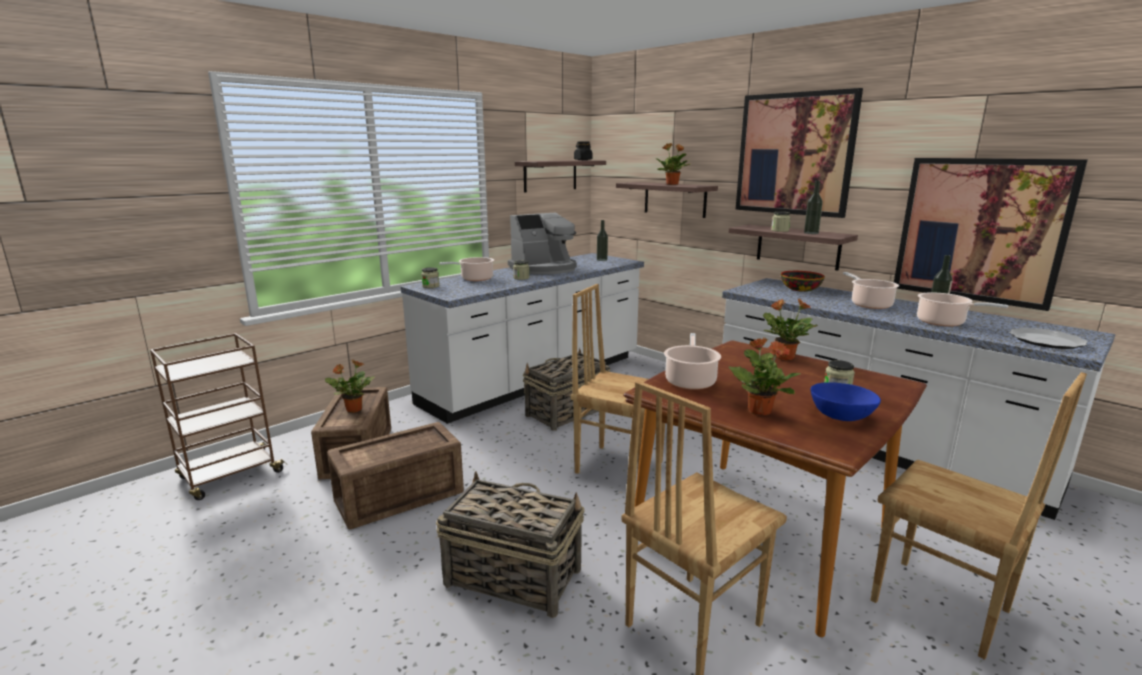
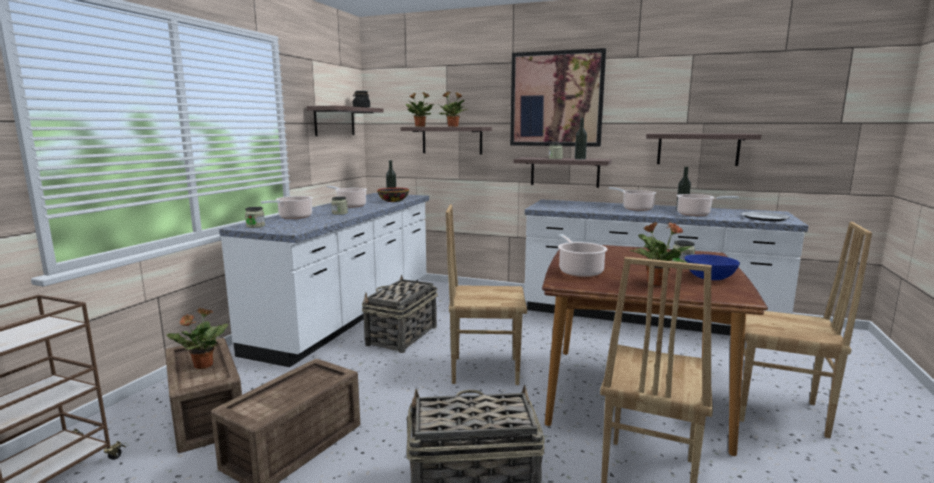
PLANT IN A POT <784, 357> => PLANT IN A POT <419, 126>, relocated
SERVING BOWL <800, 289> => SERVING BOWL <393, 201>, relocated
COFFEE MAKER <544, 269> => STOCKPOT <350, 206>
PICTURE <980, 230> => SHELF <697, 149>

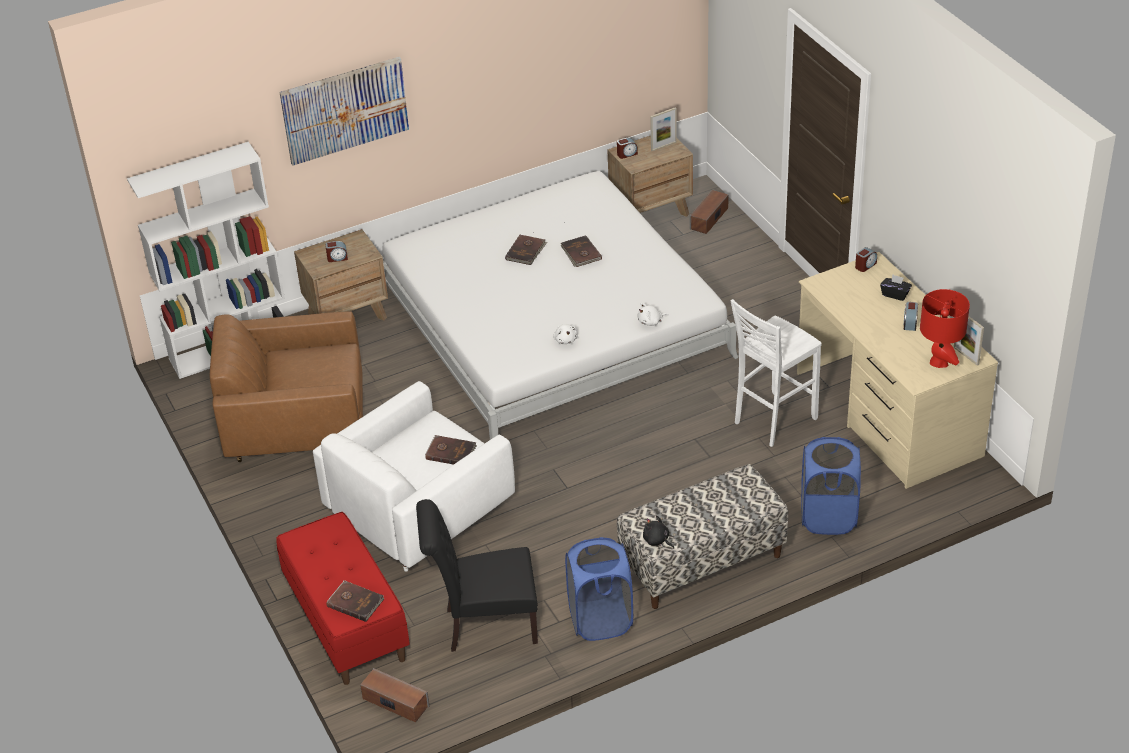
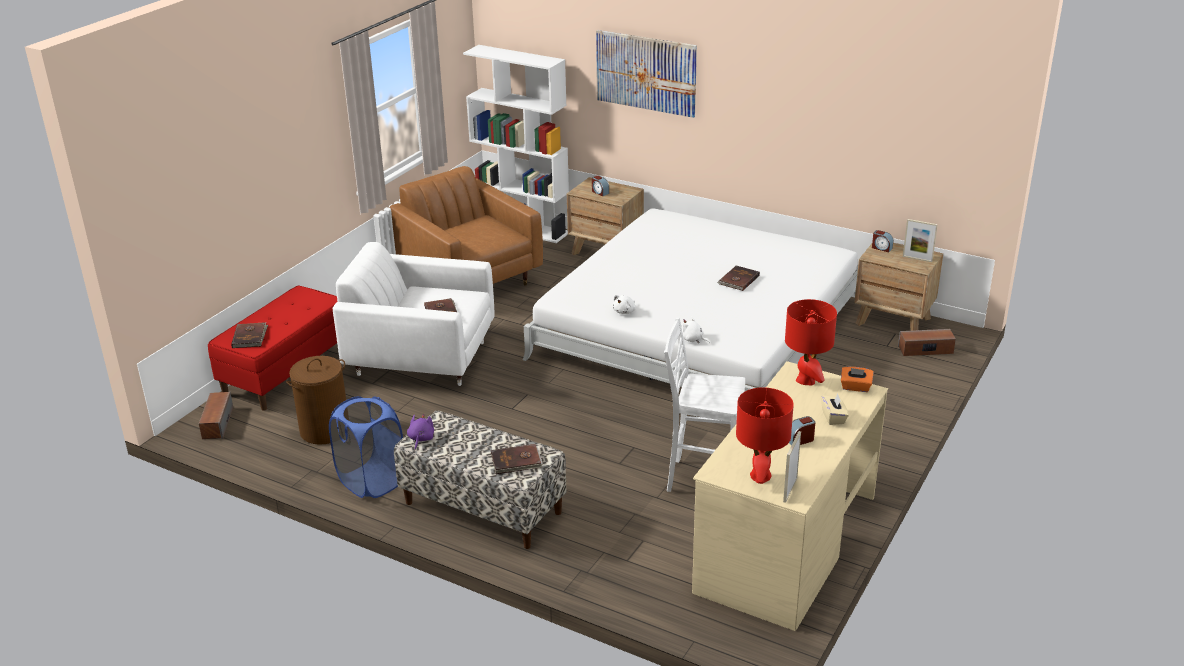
BLUISH HAMPER <828, 517> => nothing
nothing => RED-COLOURED TABLE LAMP <806, 380>
BROWN-COLOURED BOUND BOOK <526, 251> => BROWN-COLOURED BOUND BOOK <516, 461>, relocated
BLACKISH UPRIGHT CHAIR <484, 625> => BROWN-COLOURED HAMPER <325, 430>
ALARM CLOCK <865, 265> => ORANGEY BOX OF TISSUES <855, 387>
BLACKISH CUDDLY TOY <657, 541> => PURPLE CUDDLY TOY <420, 439>
BLACKISH BOX OF TISSUES <895, 294> => BEIGE-COLOURED BOX OF TISSUES <833, 417>

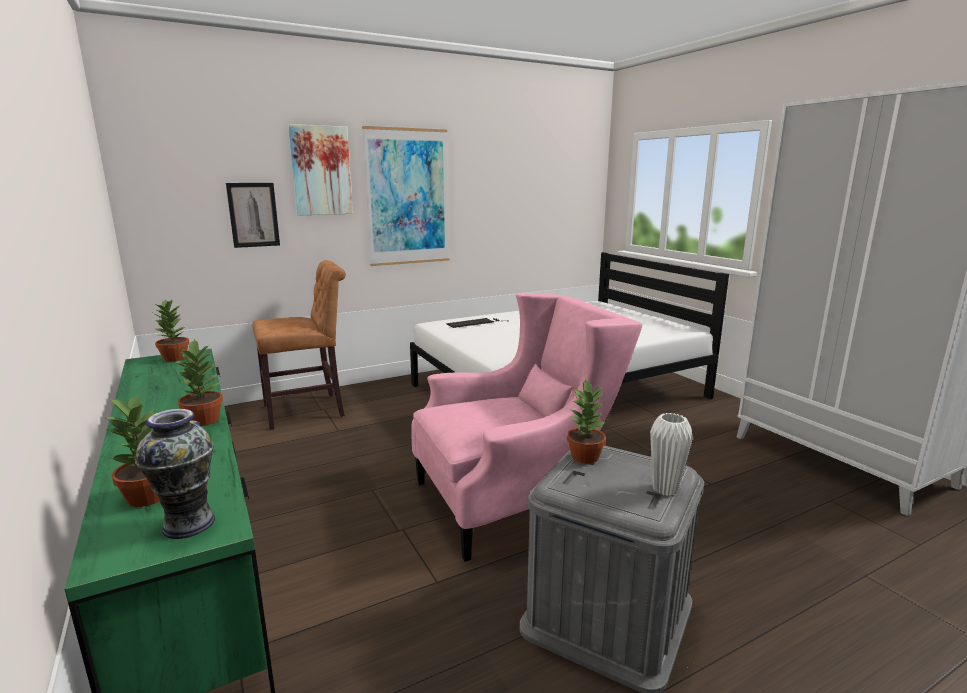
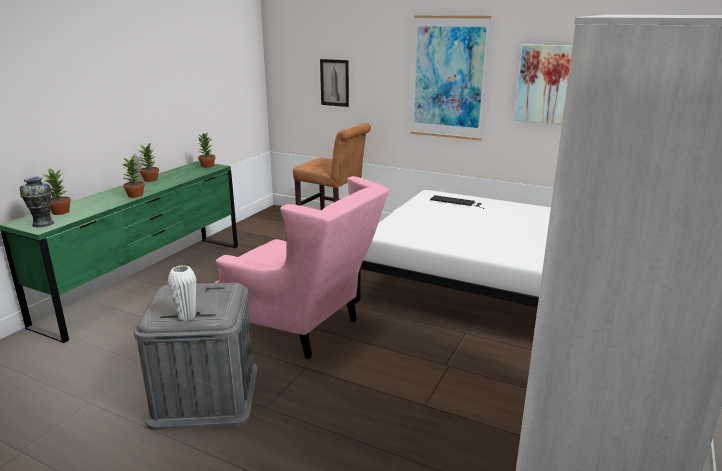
PICTURE <321, 171> => PICTURE <544, 84>, relocated
PLANT IN A POT <585, 456> => PLANT IN A POT <151, 180>, relocated

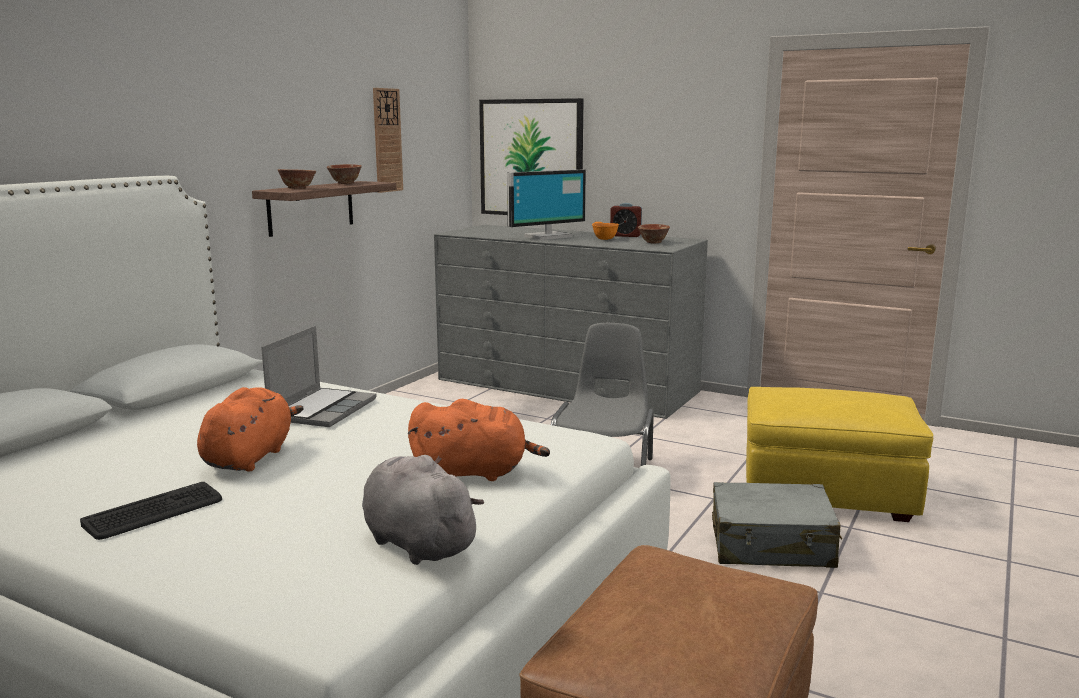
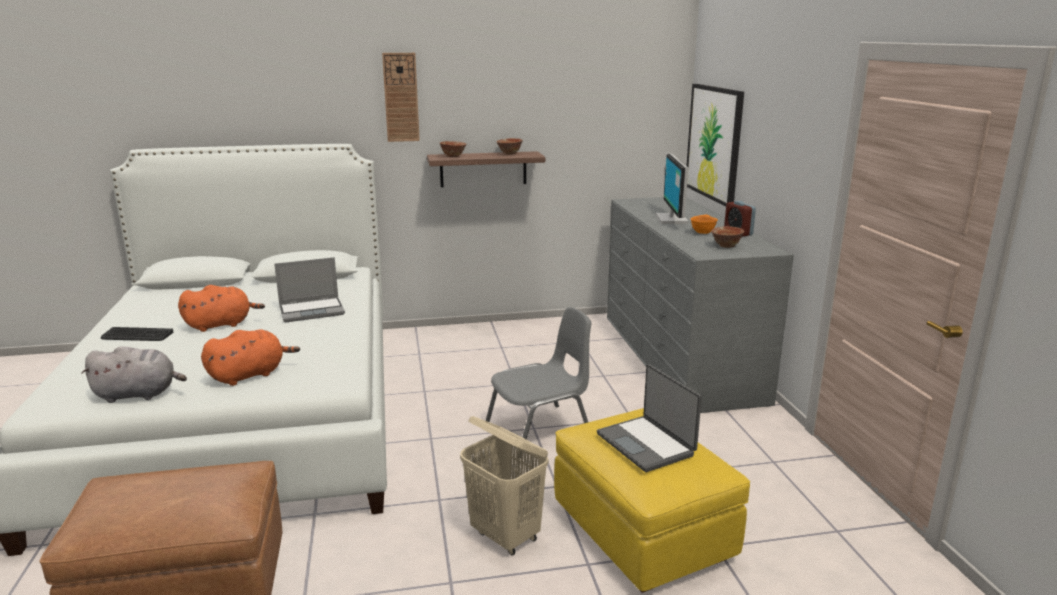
nothing => PORTABLE COMPUTER <647, 444>
HANGING CLOCK <387, 140> => HANGING CLOCK <401, 97>, relocated
GREY TRAVEL CASE <771, 545> => BEIGE-COLOURED HAMPER <506, 536>
GREY CUDDLY TOY <416, 543> => GREY CUDDLY TOY <139, 394>, 75 degrees clockwise
ORANGEY CUDDLY TOY <474, 473> => ORANGEY CUDDLY TOY <250, 375>, 90 degrees counterclockwise
COMPUTER SCREEN <547, 236> => COMPUTER SCREEN <673, 219>, 75 degrees clockwise

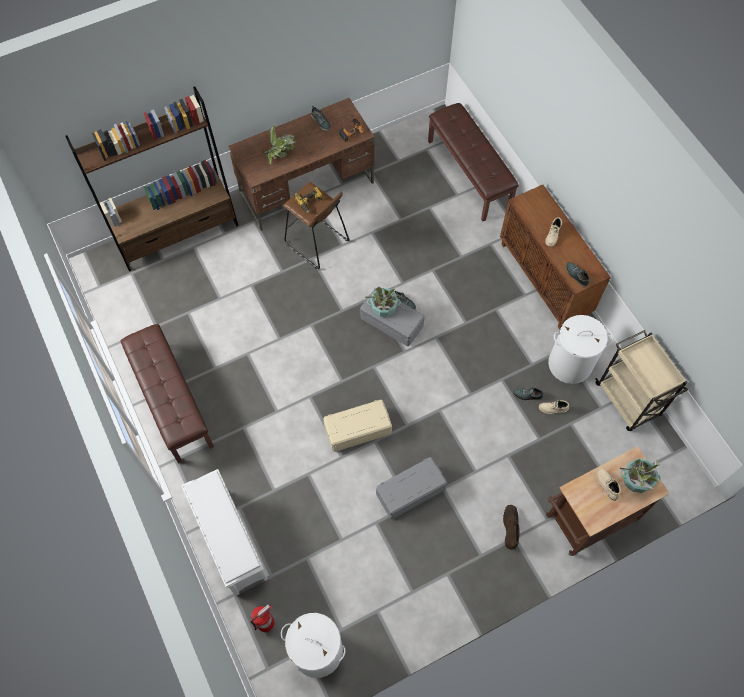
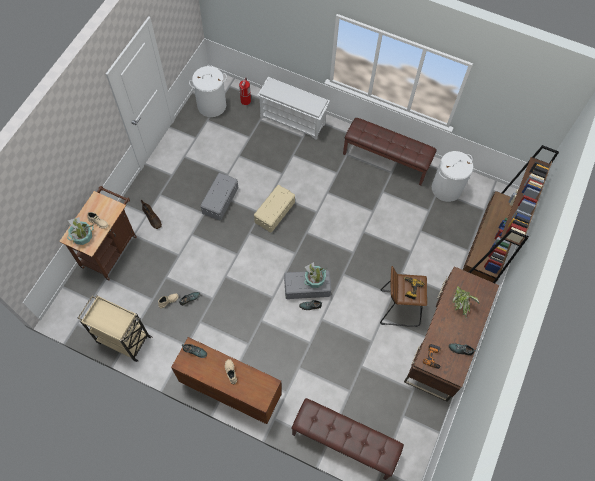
WHITE-COLOURED HAMPER <569, 364> => WHITE-COLOURED HAMPER <446, 188>, relocated

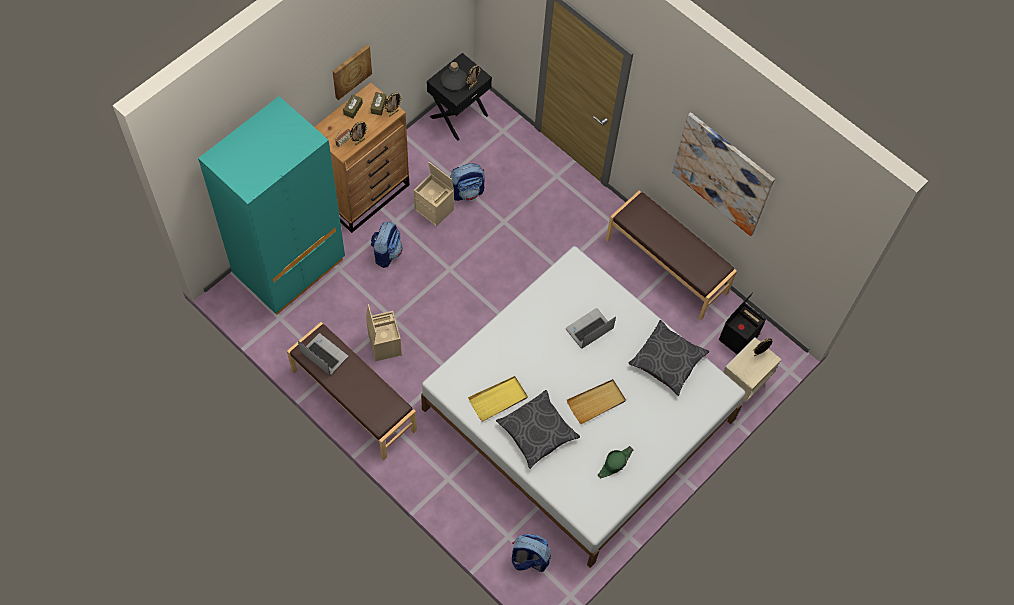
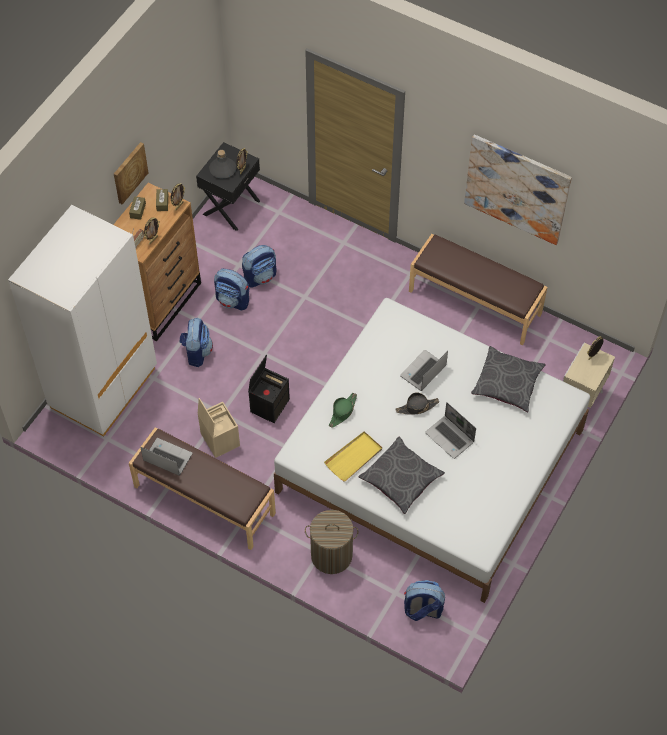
nothing => HAMPER <331, 555>
nothing => BLACKISH HAT <417, 407>
GREEN HAT <615, 463> => GREEN HAT <342, 412>, relocated
BLACKISH STORAGE BIN <738, 337> => BLACKISH STORAGE BIN <269, 404>, relocated
BEIGE-COLOURED STORAGE BIN <435, 209> => BACKPACK <233, 300>
BEIGE-COLOURED CARRYING TRAY <596, 402> => PORTABLE COMPUTER <450, 437>
TURQUOISE CLOTHES CUPBOARD <289, 268> => WHITE-COLOURED CLOTHES CUPBOARD <104, 389>

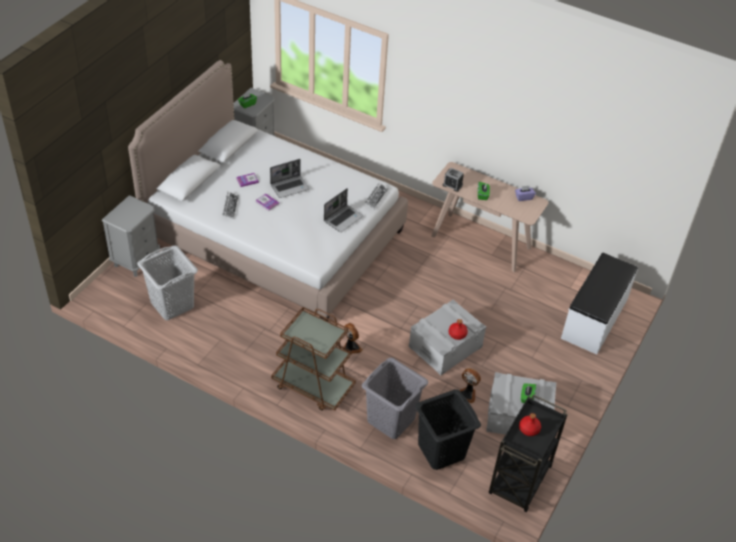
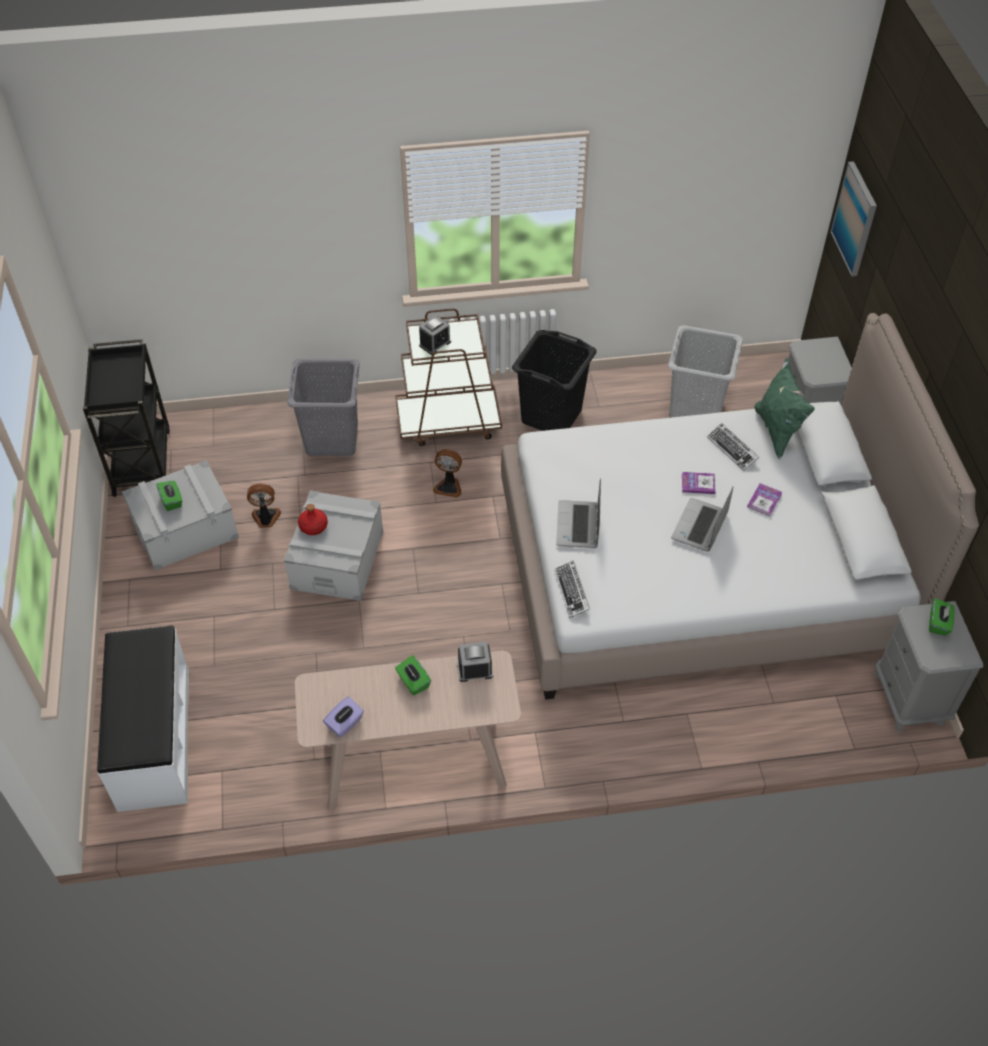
RED-COLOURED DRINK BOTTLE <529, 429> => nothing
nothing => ALARM CLOCK <435, 343>
nothing => GREEN PILLOW <777, 431>
nothing => PICTURE <855, 219>
BLACKISH HAMPER <441, 450> => BLACKISH HAMPER <552, 415>, relocated

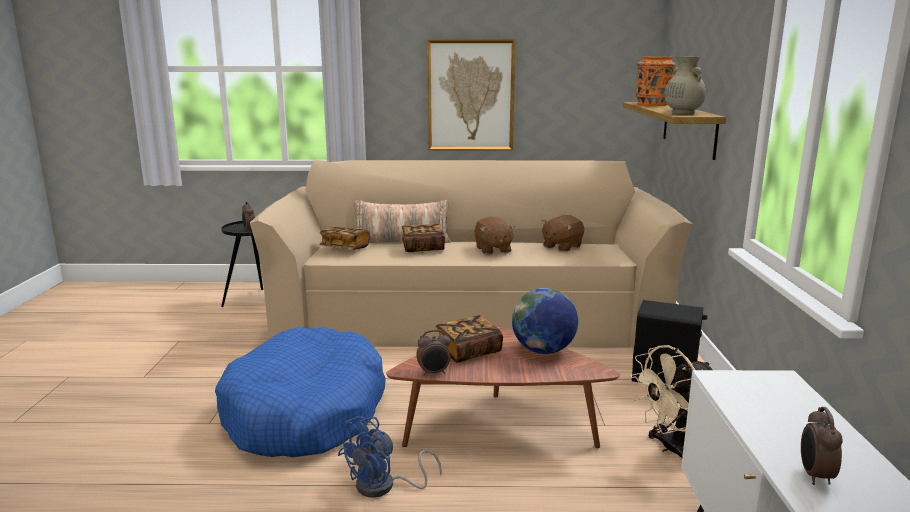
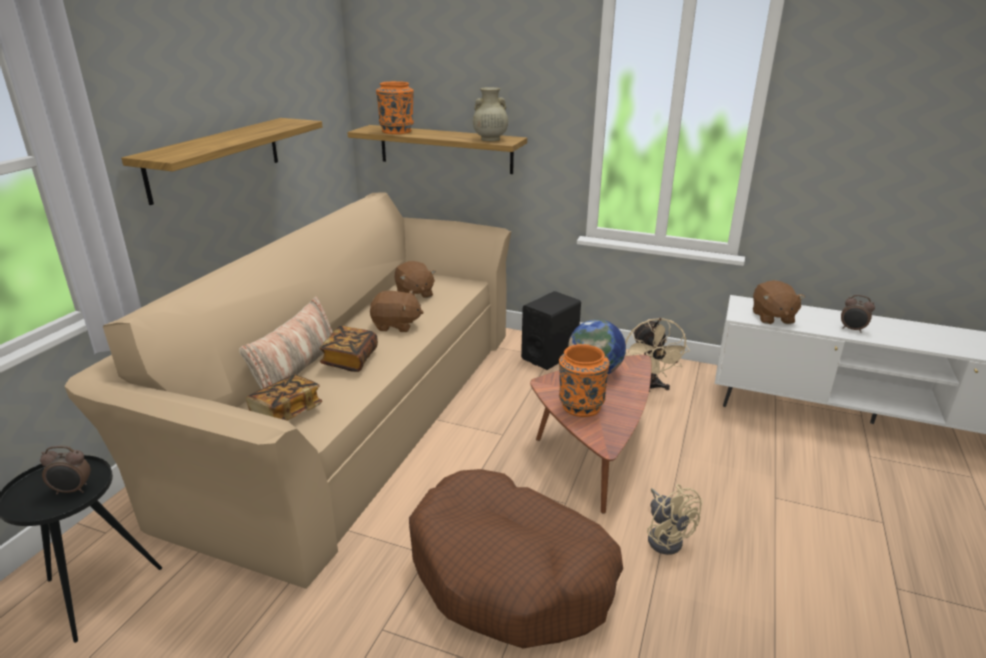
ALARM CLOCK <434, 373> => nothing
nothing => BROWN-COLOURED CUDDLY TOY <772, 317>
PICTURE <470, 95> => SHELF <216, 158>
BOUND BOOK <468, 351> => ORANGEY VASE <580, 406>
BLUISH DOG CUSHION <305, 412> => BROWN-COLOURED DOG CUSHION <511, 573>
BLUISH FAN <384, 487> => BEIGE-COLOURED FAN <665, 537>

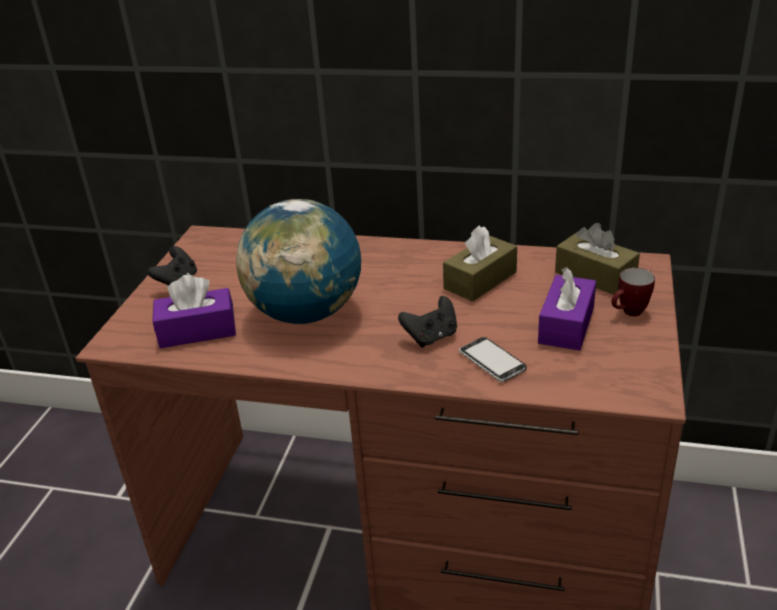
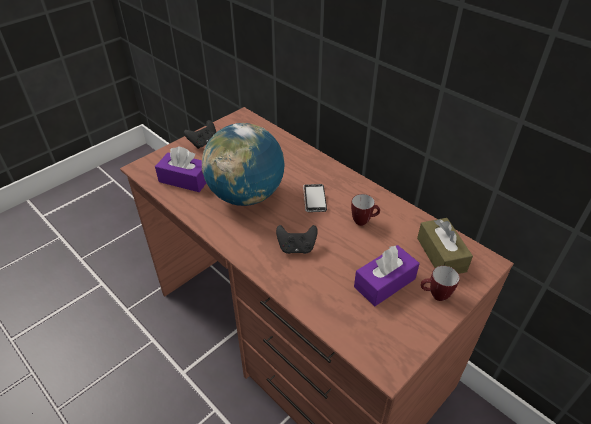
TELEPHONE <492, 361> => TELEPHONE <314, 199>, relocated
BROWN-COLOURED BOX OF TISSUES <480, 280> => TEA MUG <363, 221>

